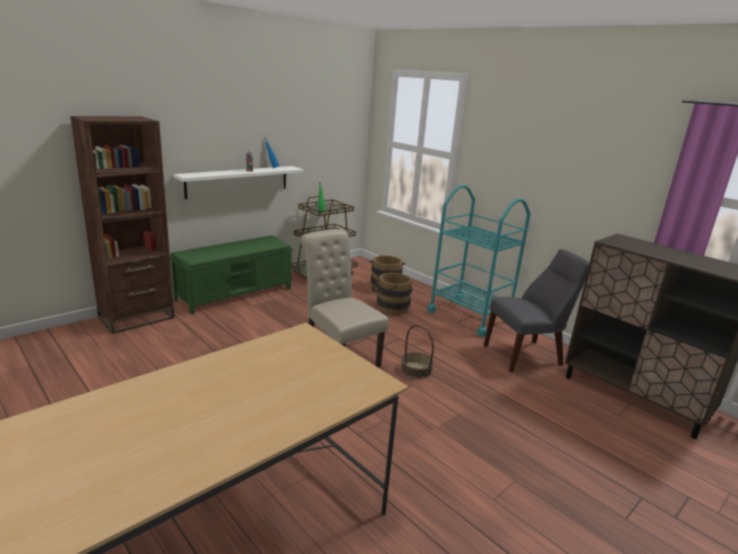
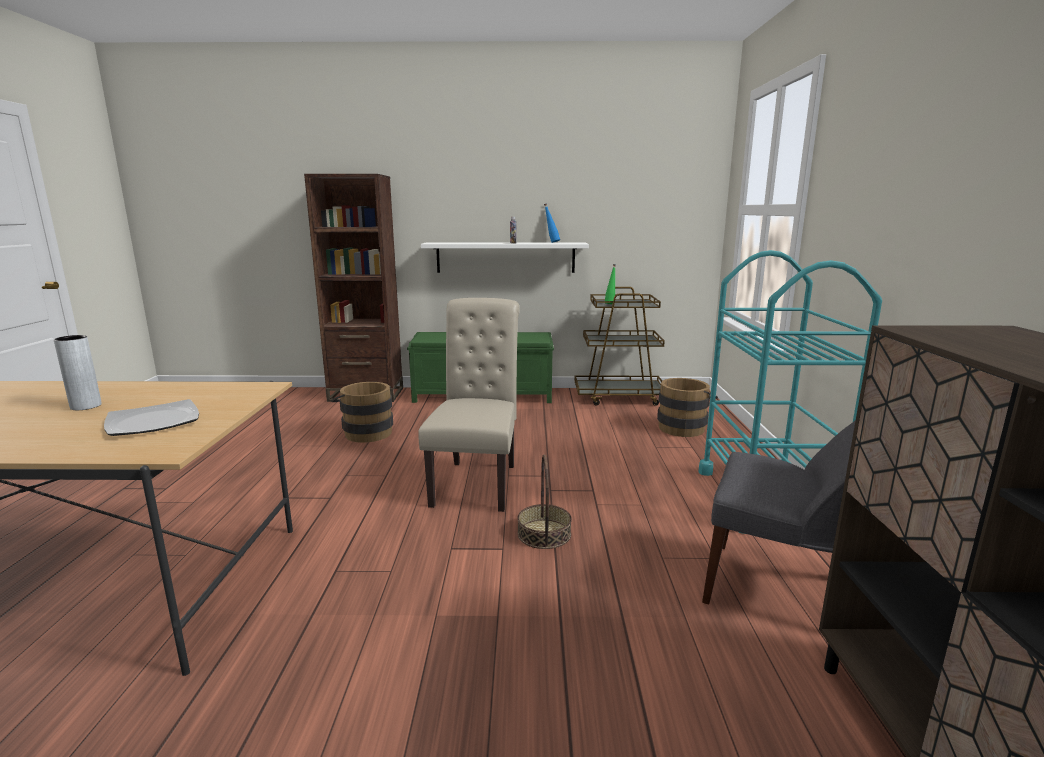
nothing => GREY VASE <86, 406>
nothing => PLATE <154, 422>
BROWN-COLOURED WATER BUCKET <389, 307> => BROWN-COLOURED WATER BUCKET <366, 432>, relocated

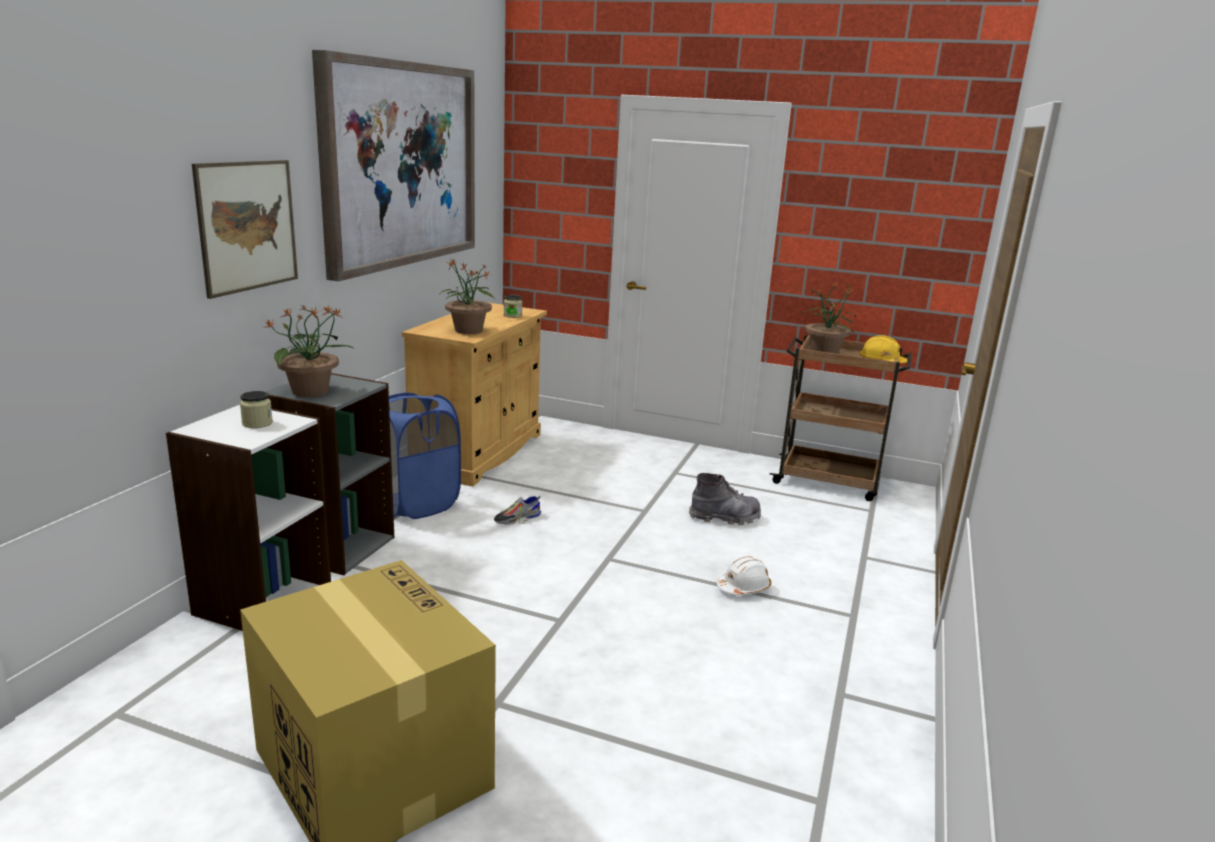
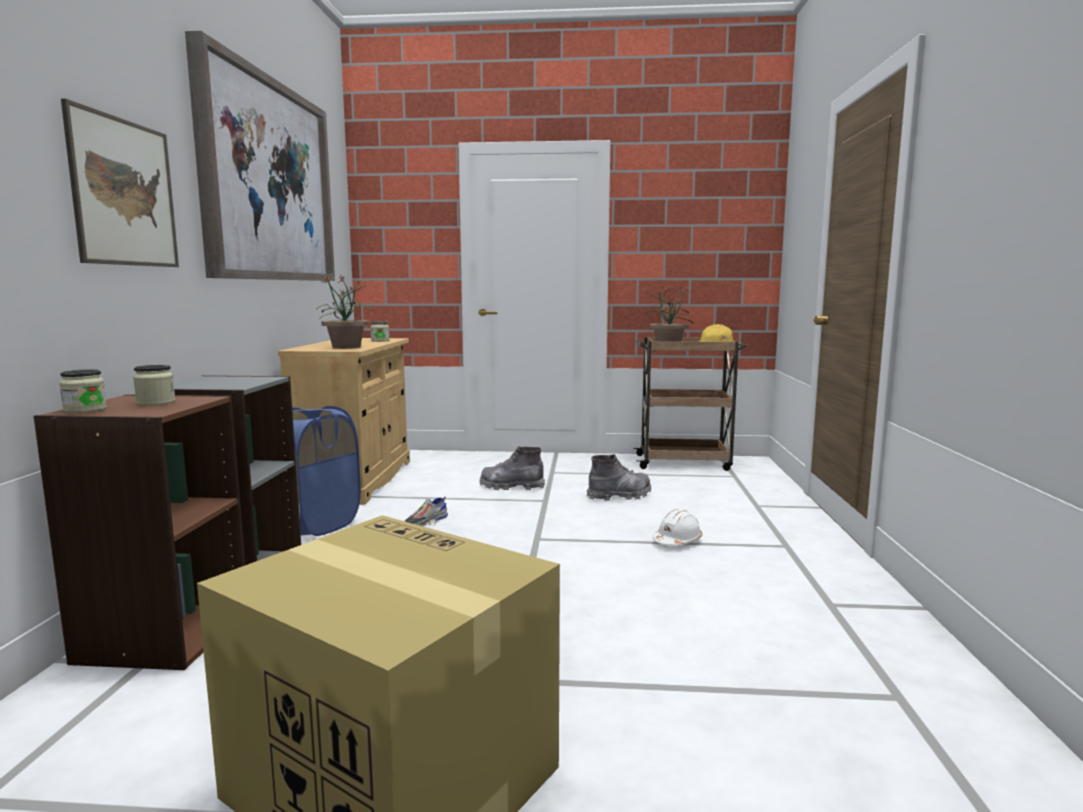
PLANT IN A POT <311, 391> => nothing
nothing => JAR <85, 410>
nothing => GREY HIGH-TOP BOOT <512, 486>
WHITE-COLOURED BOOKCASE <262, 601> => BROWN-COLOURED BOOKCASE <163, 635>

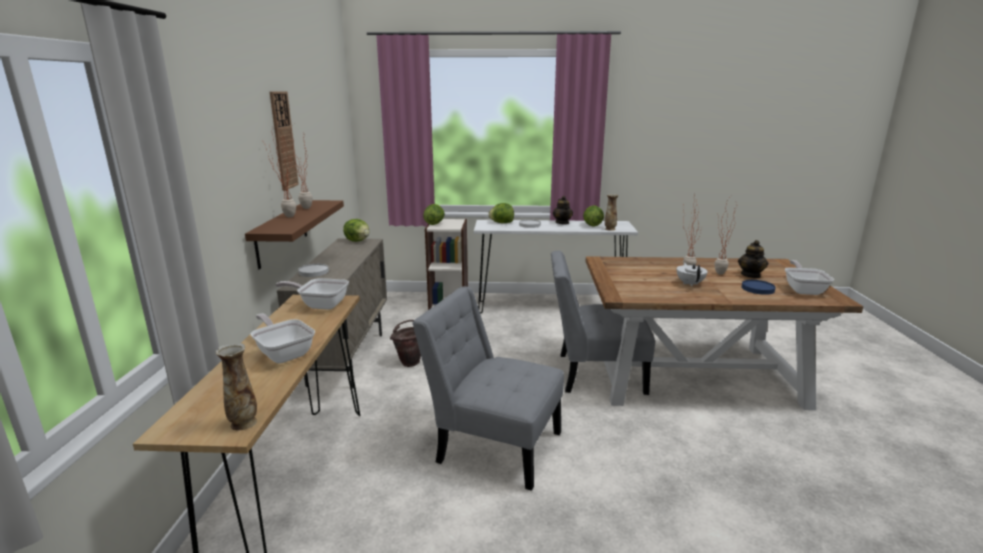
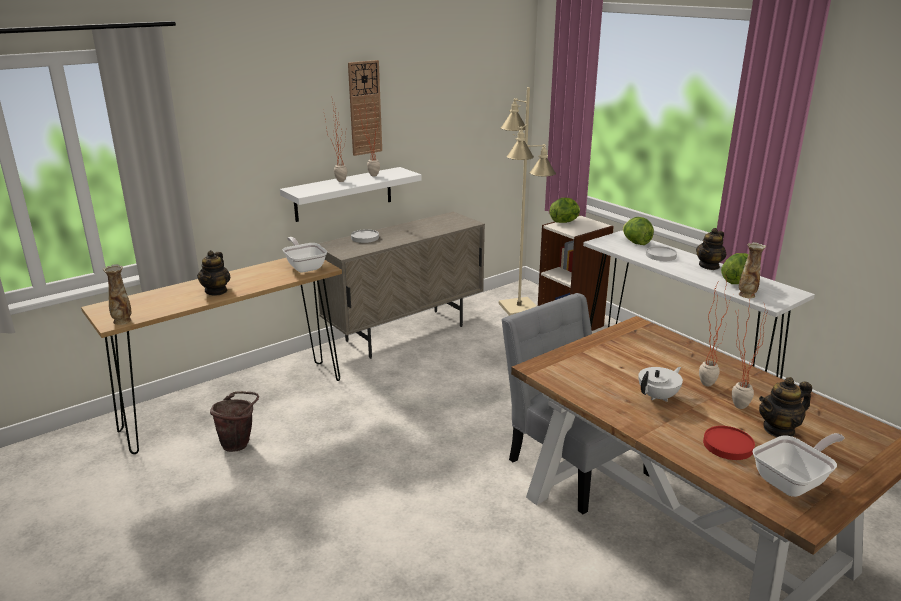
LETTUCE HEAD <358, 241> => nothing
GREY UPRIGHT CHAIR <493, 444> => nothing
nothing => BEIGE-COLOURED STANDARD LAMP <519, 307>
BROWN-COLOURED WATER BUCKET <410, 361> => BROWN-COLOURED WATER BUCKET <239, 443>, relocated
PAN <284, 353> => POT FOR TEA <216, 291>
BROWN-COLOURED SHELF <282, 233> => WHITE-COLOURED SHELF <343, 194>
BLUISH PLATE <758, 289> => RED-COLOURED PLATE <728, 445>

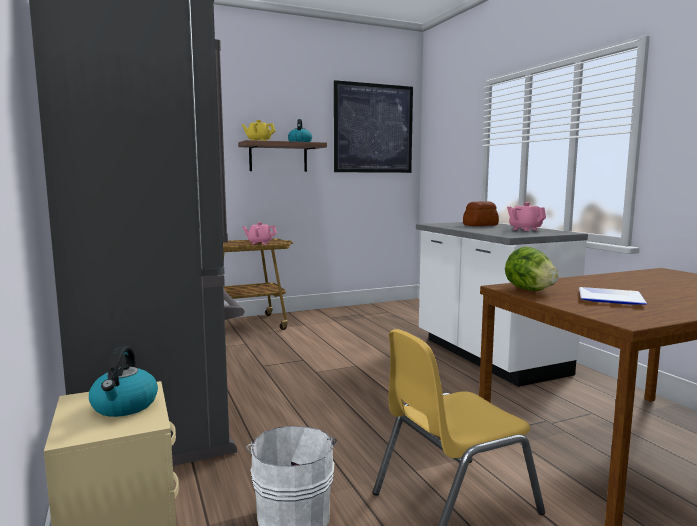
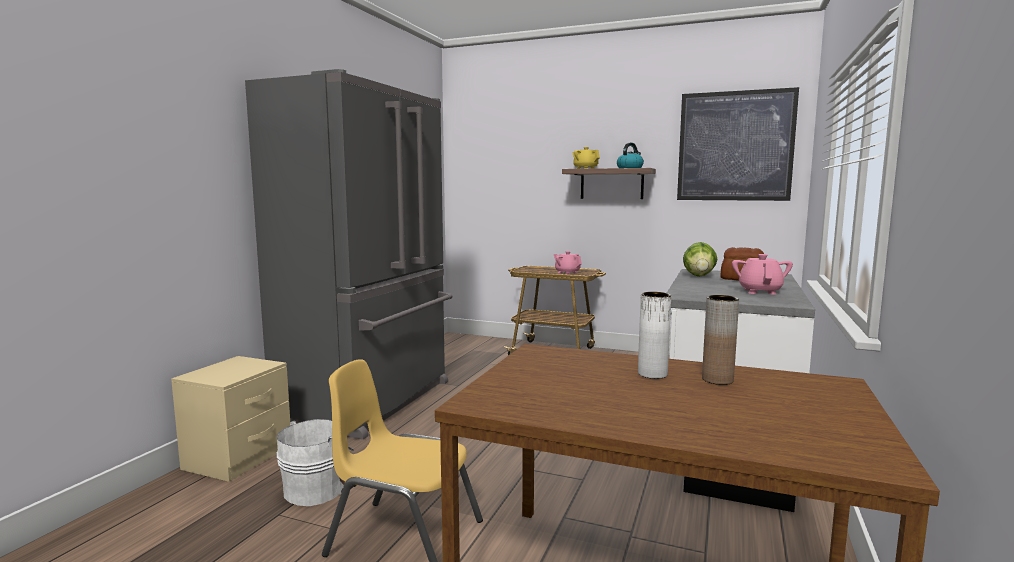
KETTLE <124, 406> => nothing
PLATE <608, 299> => nothing
nothing => WHITE-COLOURED VASE <652, 374>
nothing => BROWN-COLOURED VASE <717, 380>
LETTUCE HEAD <529, 290> => LETTUCE HEAD <699, 276>, relocated

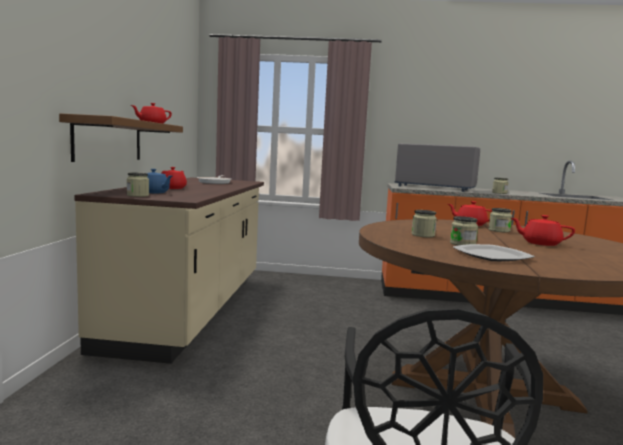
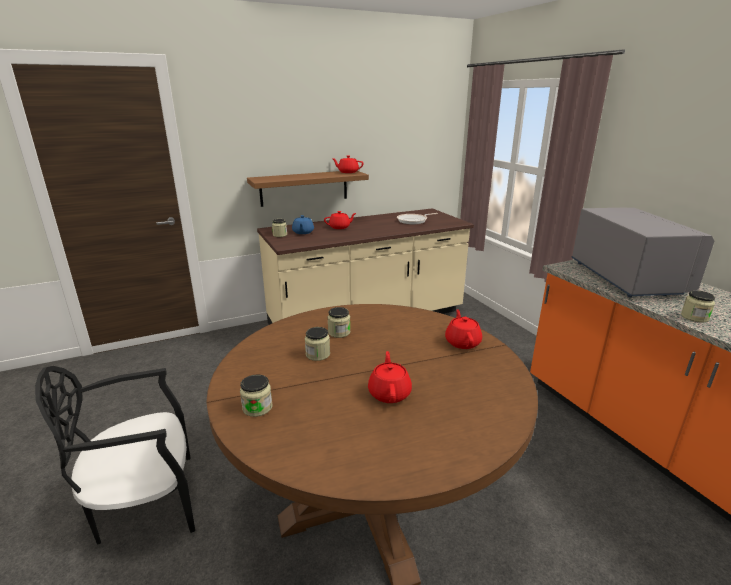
PLATE <491, 255> => nothing
JAR <499, 230> => JAR <257, 407>, relocated

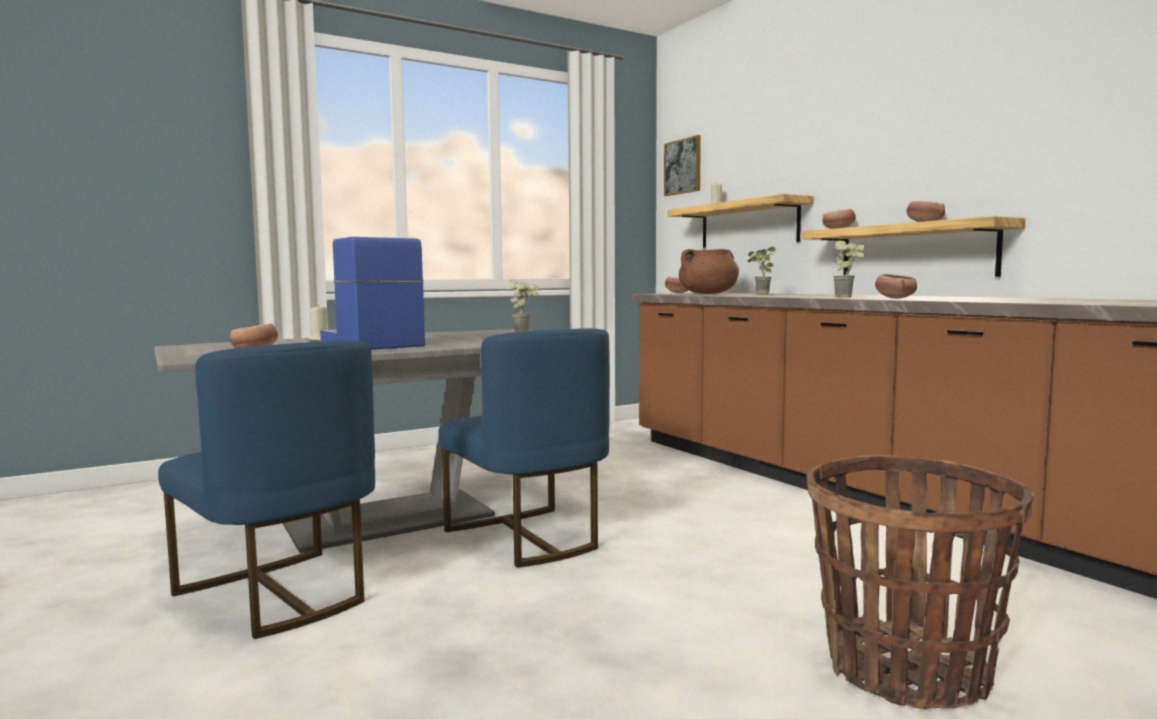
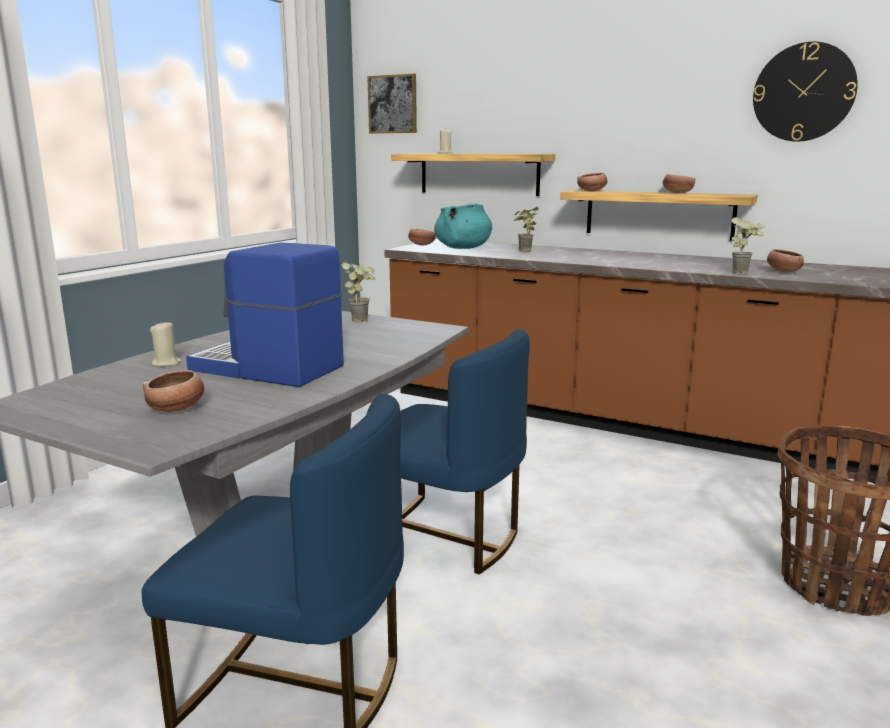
nothing => HANGING CLOCK <803, 92>
PLANT IN A POT <848, 297> => PLANT IN A POT <743, 272>, relocated
SERVING BOWL <895, 298> => SERVING BOWL <783, 271>, relocated
BROWN-COLOURED STOCKPOT <708, 293> => TURQUOISE STOCKPOT <463, 248>

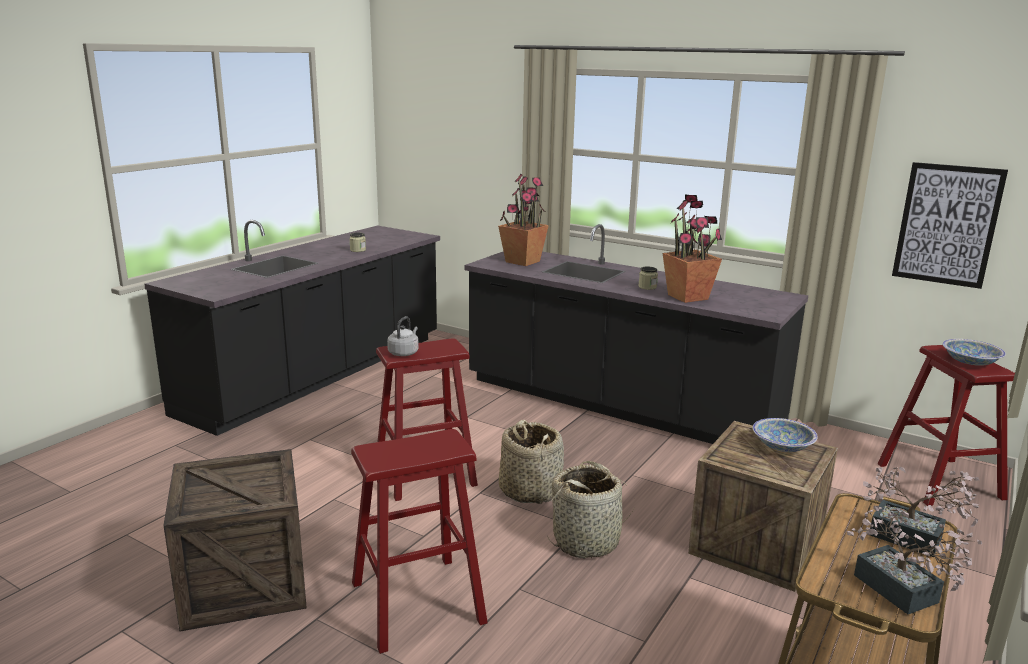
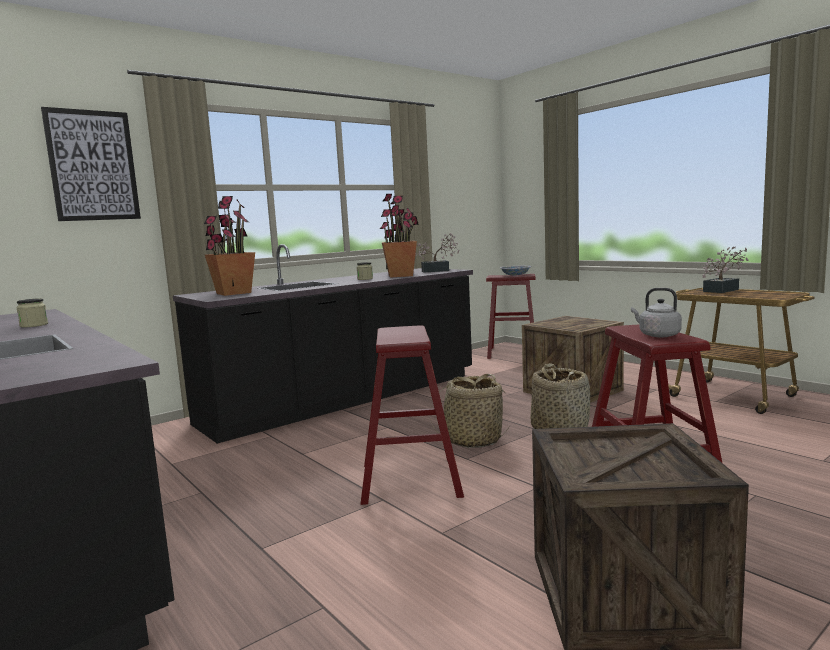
SERVING BOWL <782, 446> => nothing
GREY KETTLE <404, 353> => GREY KETTLE <657, 335>, relocated
PLANT IN A POT <902, 594> => PLANT IN A POT <438, 271>, relocated
PICTURE <947, 225> => PICTURE <93, 166>, relocated

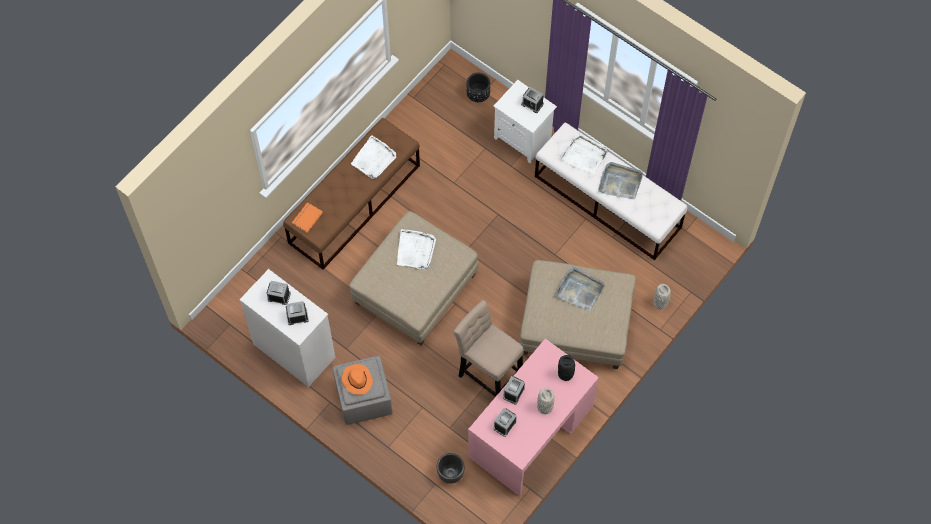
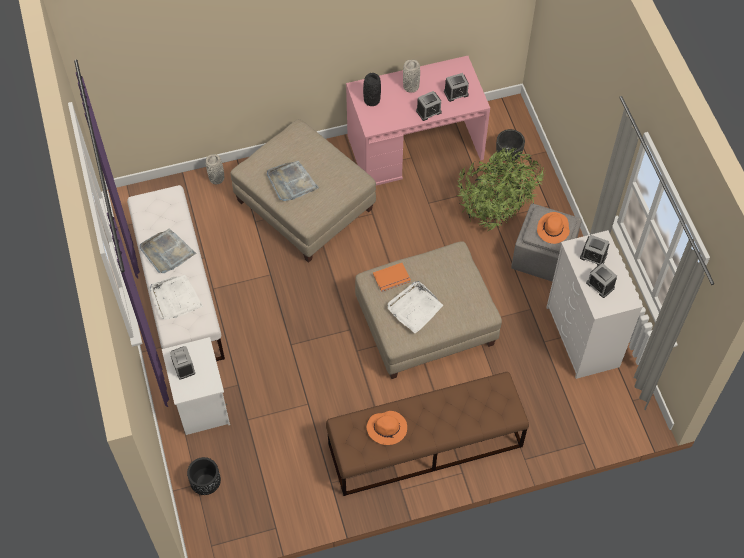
BEIGE-COLOURED STOOL <488, 375> => nothing
nothing => PLANT IN A POT <495, 213>
ORANGEY BOUND BOOK <306, 218> => ORANGEY BOUND BOOK <392, 278>, relocated
WHITE-COLOURED CARRYING TRAY <374, 159> => ORANGEY HAT <387, 428>

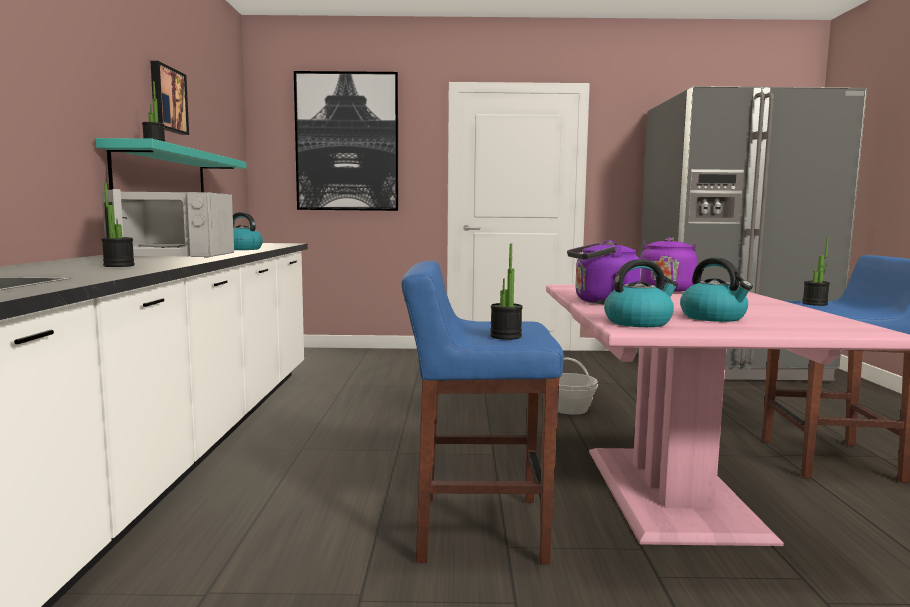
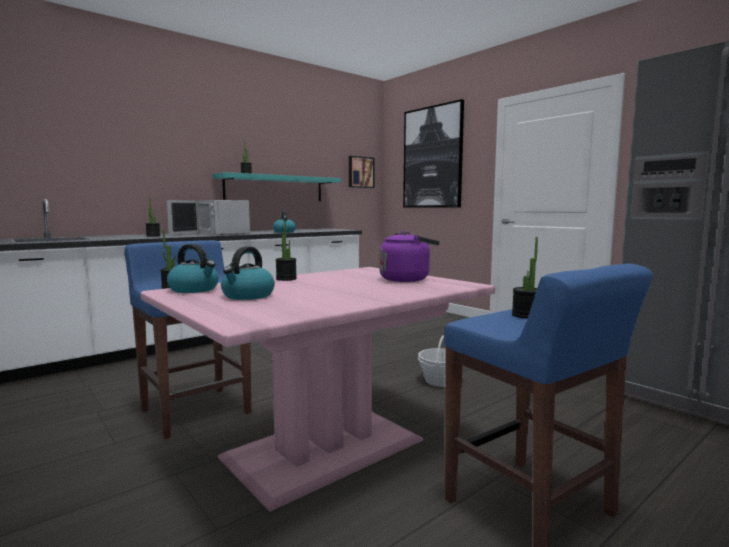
PICTURE <167, 99> => PICTURE <360, 172>, relocated
PURPLE KETTLE <602, 302> => PLANT IN A POT <286, 279>

